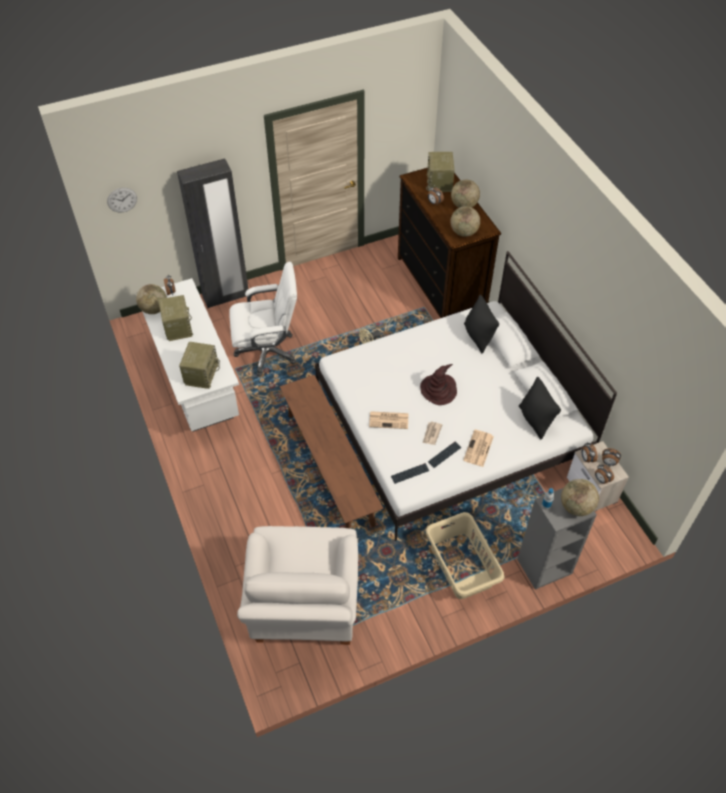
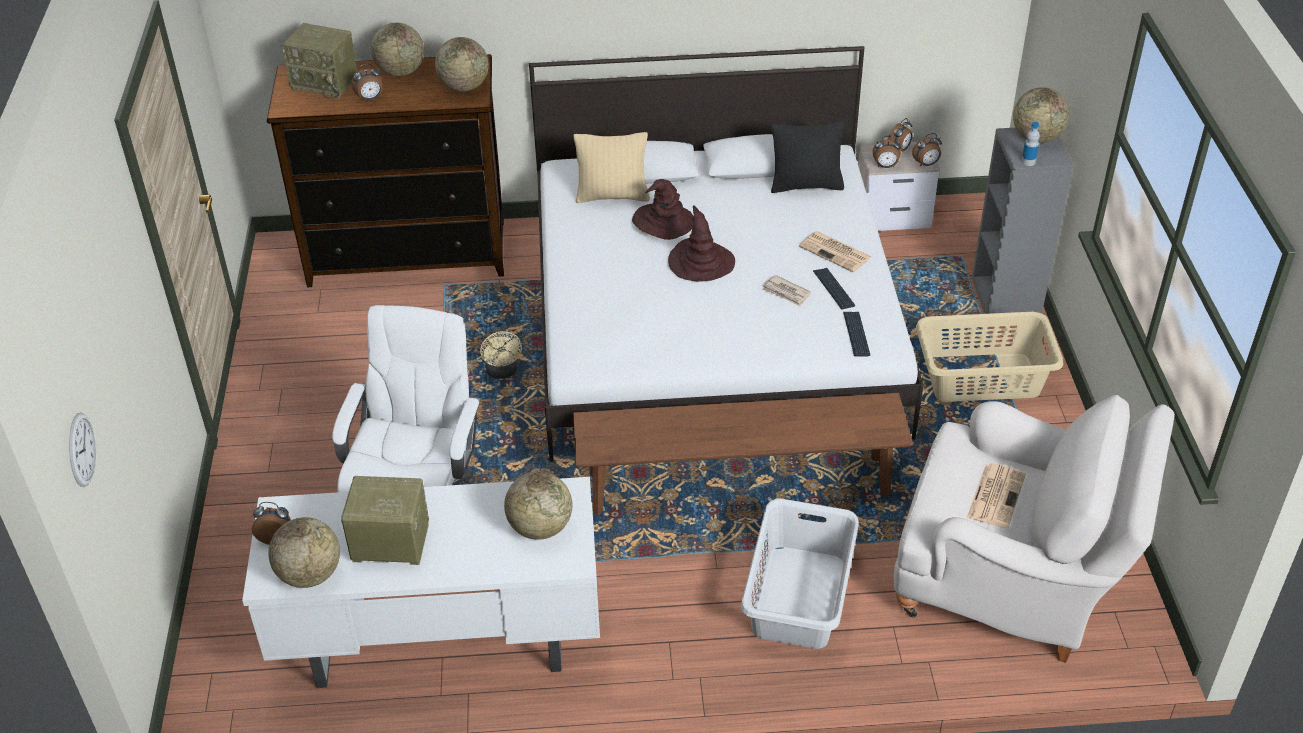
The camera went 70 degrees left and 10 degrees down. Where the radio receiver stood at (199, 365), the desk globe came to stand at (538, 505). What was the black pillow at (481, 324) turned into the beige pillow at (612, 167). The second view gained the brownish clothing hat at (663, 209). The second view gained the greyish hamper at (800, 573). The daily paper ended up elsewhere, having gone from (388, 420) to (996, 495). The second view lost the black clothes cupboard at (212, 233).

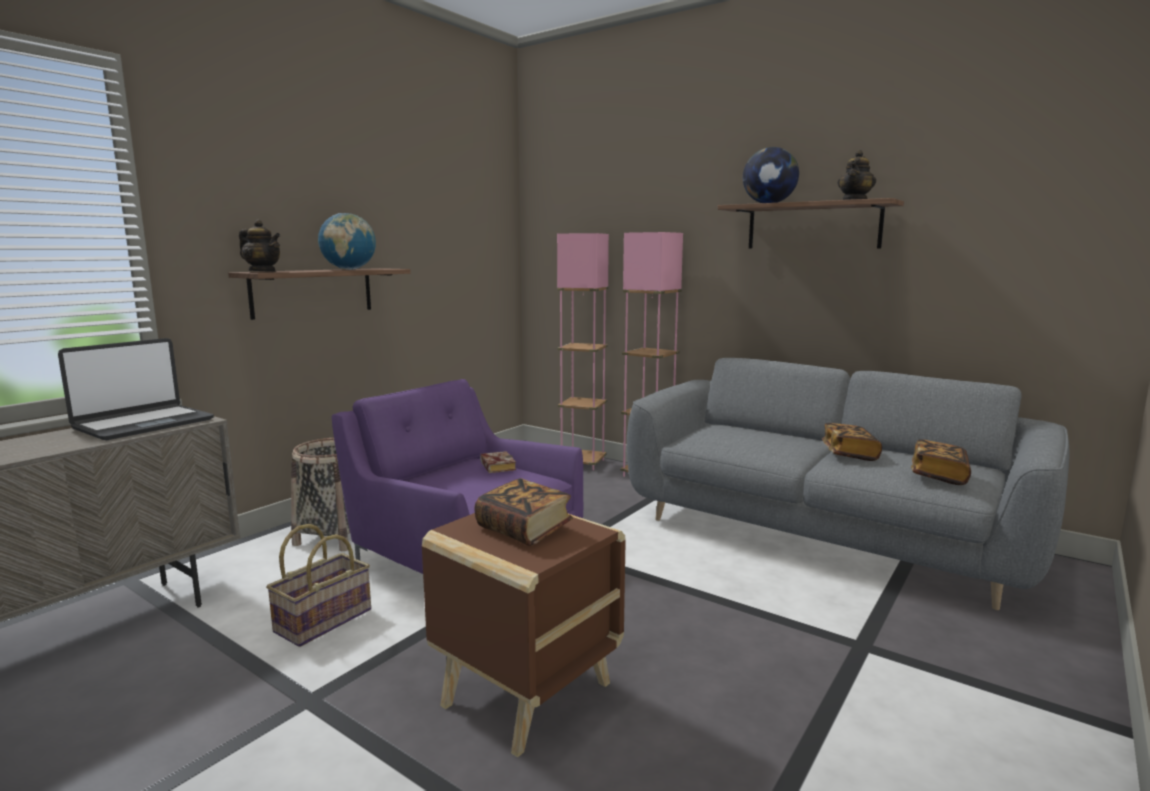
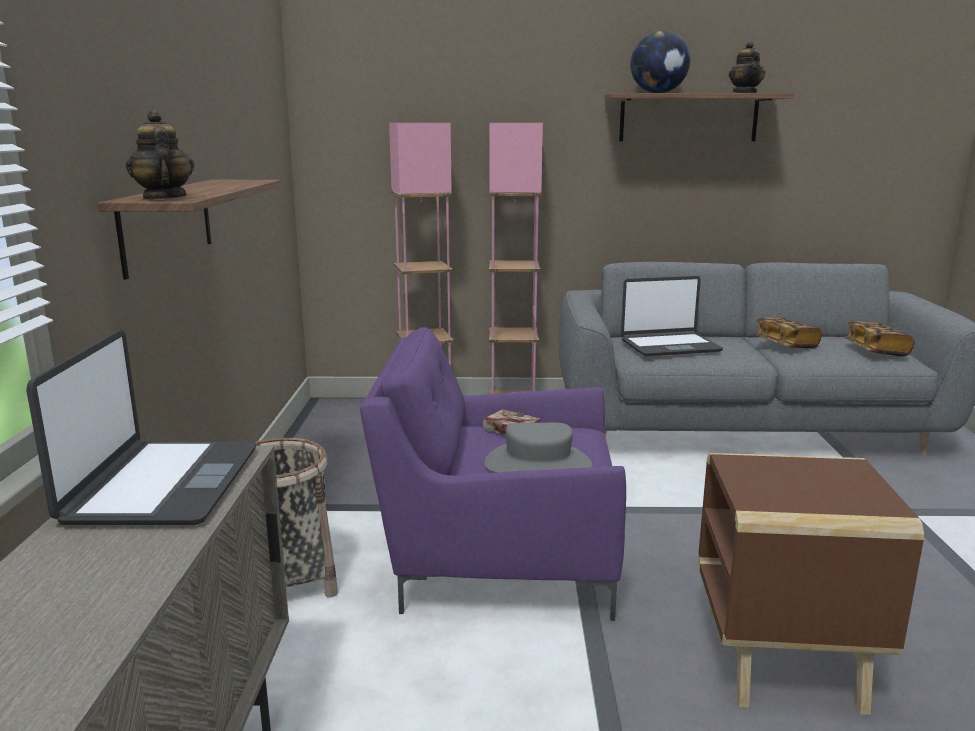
The camera went 35 degrees left and 5 degrees up. The pot for tea at (259, 246) ended up facing another way, 105 degrees counterclockwise from before. The second view gained the greyish clothing hat at (538, 448). The second view gained the laptop at (672, 316). The second view lost the storage basket at (318, 585). The second view lost the desk globe at (347, 241). The second view lost the bound book at (523, 512).

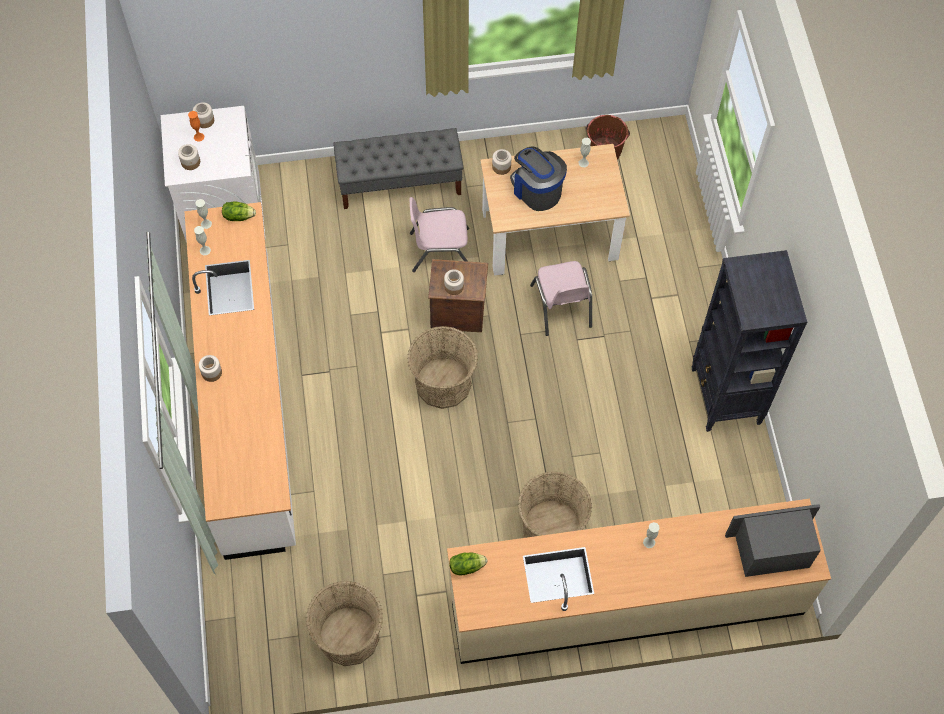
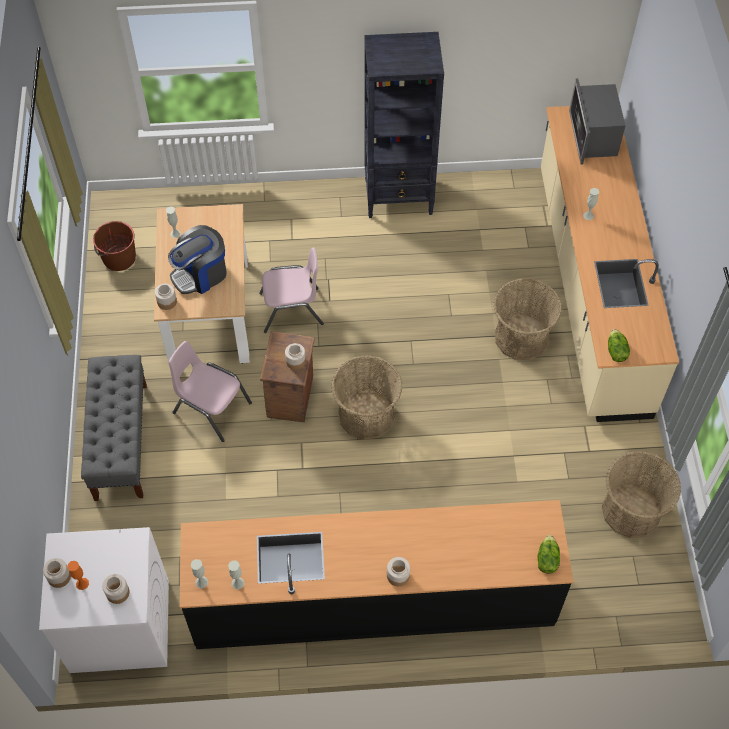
The camera went 85 degrees left and 5 degrees down. The pinkish plain chair at (439, 234) ended up facing another way, 120 degrees clockwise from before. What was the white-coloured kitchen base unit at (240, 381) turned into the black kitchen base unit at (376, 574). The lettuce head ended up elsewhere, having gone from (239, 211) to (549, 554).

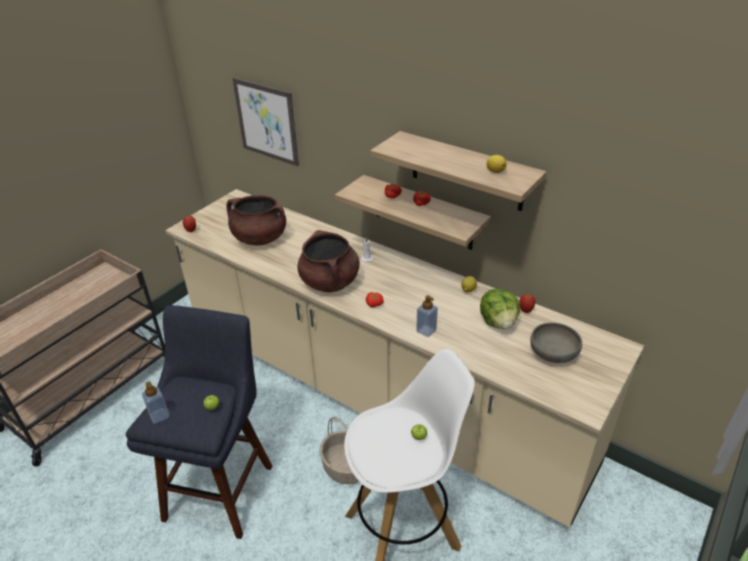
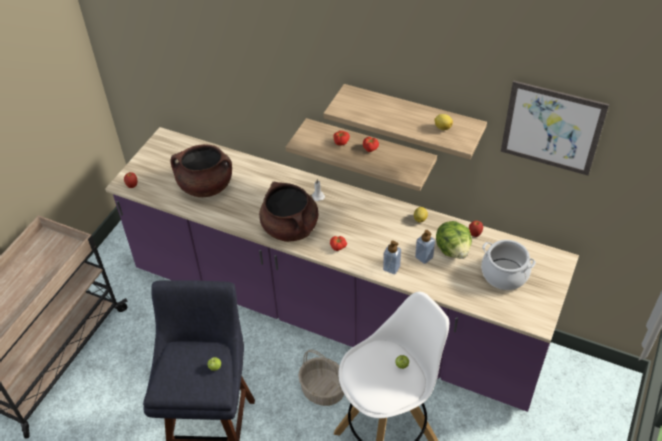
The camera went 10 degrees left and 10 degrees up. What was the beige kitchen base unit at (404, 358) turned into the purple-coloured kitchen base unit at (342, 269). The liquid soap bottle ended up elsewhere, having gone from (155, 403) to (425, 247). Where the greyish bowl stood at (556, 342), the stockpot came to stand at (508, 265). The wall picture ended up elsewhere, having gone from (265, 122) to (555, 128).

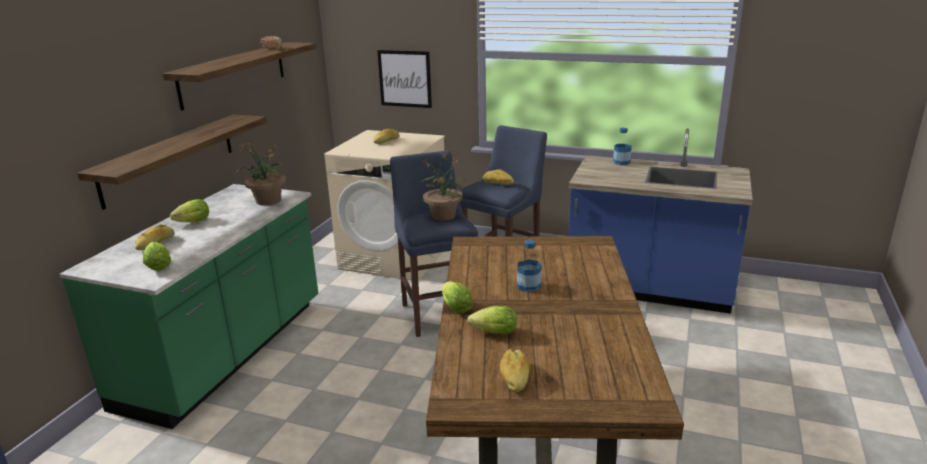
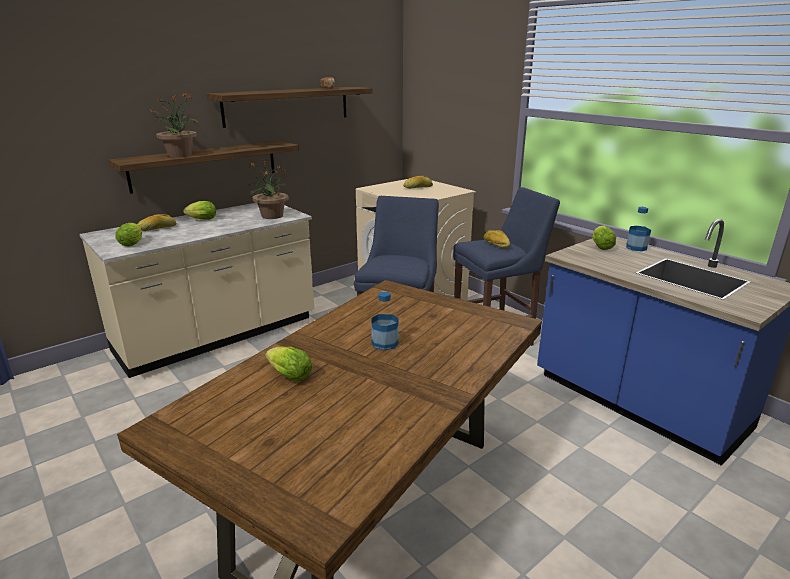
The camera went 30 degrees right and 0 degrees up. What was the greenish kitchen base unit at (189, 306) turned into the beige kitchen base unit at (196, 290). The houseplant ended up elsewhere, having gone from (442, 186) to (174, 125). The lettuce head ended up elsewhere, having gone from (457, 297) to (604, 238). The second view lost the wall picture at (404, 79). The second view lost the bread at (514, 370).

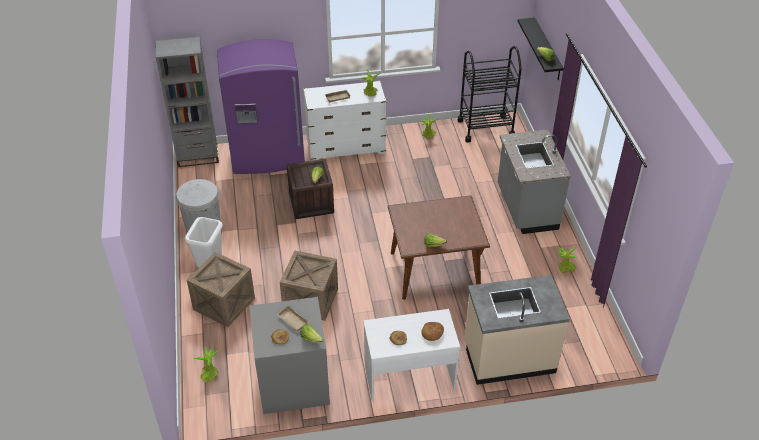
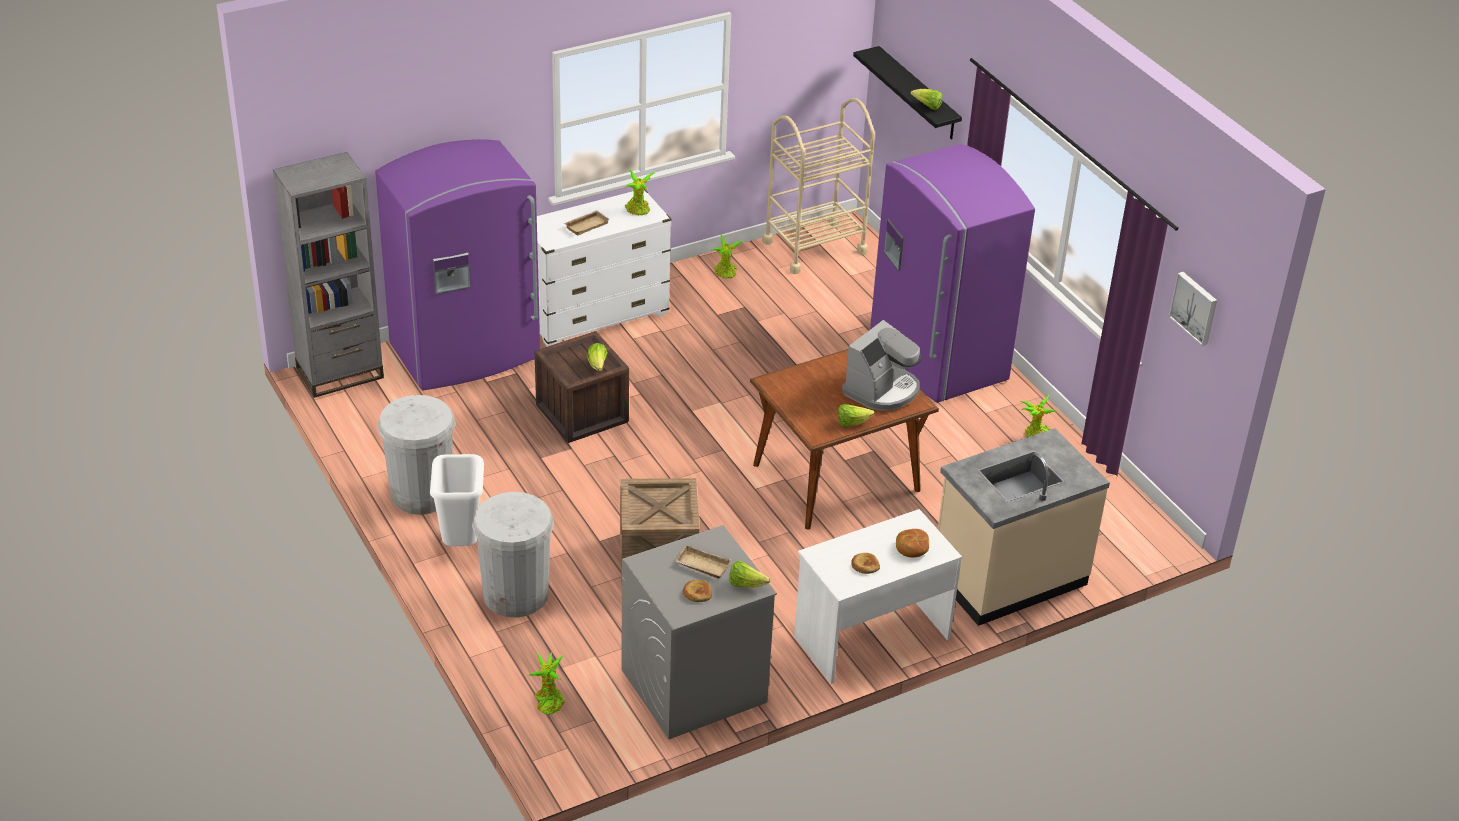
The camera went 20 degrees left and 5 degrees down. Where the packing crate stood at (221, 289), the white-coloured rubbish bin came to stand at (513, 555). What was the black cart at (490, 94) turned into the beige cart at (818, 186). The second view gained the coffee machine at (881, 365). Where the greyish kitchen base unit stood at (534, 181), the purple-coloured refrigerator came to stand at (952, 273). The second view gained the wall picture at (1193, 309).

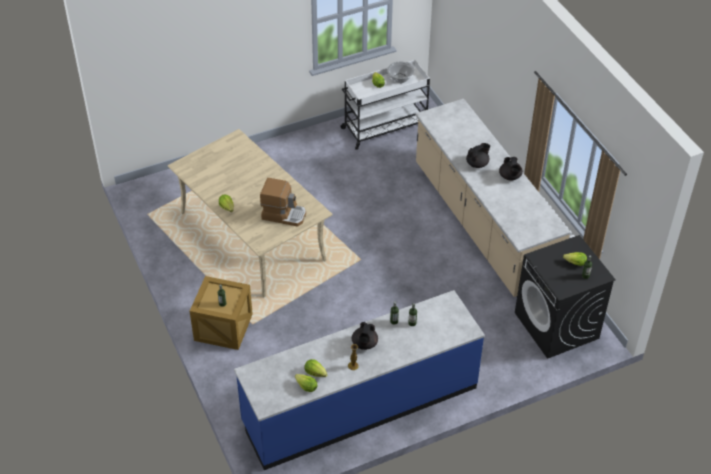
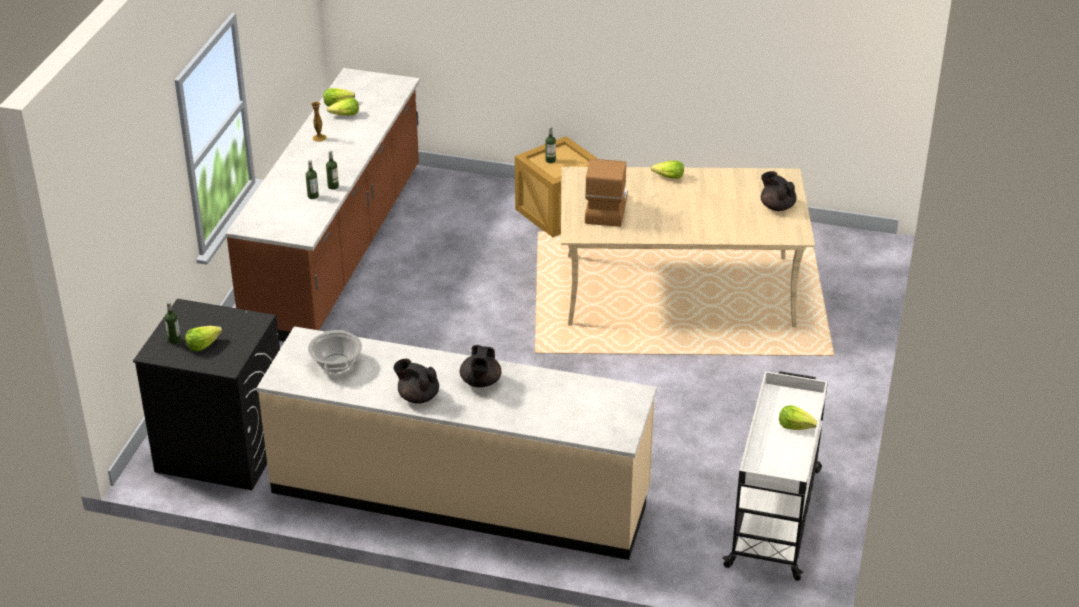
The camera went 130 degrees right and 10 degrees down. What was the blue kitchen base unit at (359, 380) turned into the brownish kitchen base unit at (323, 205). The stockpot ended up elsewhere, having gone from (401, 72) to (335, 351). The coffee machine at (283, 202) ended up facing another way, 135 degrees clockwise from before. The black pot for tea ended up elsewhere, having gone from (365, 336) to (779, 191).

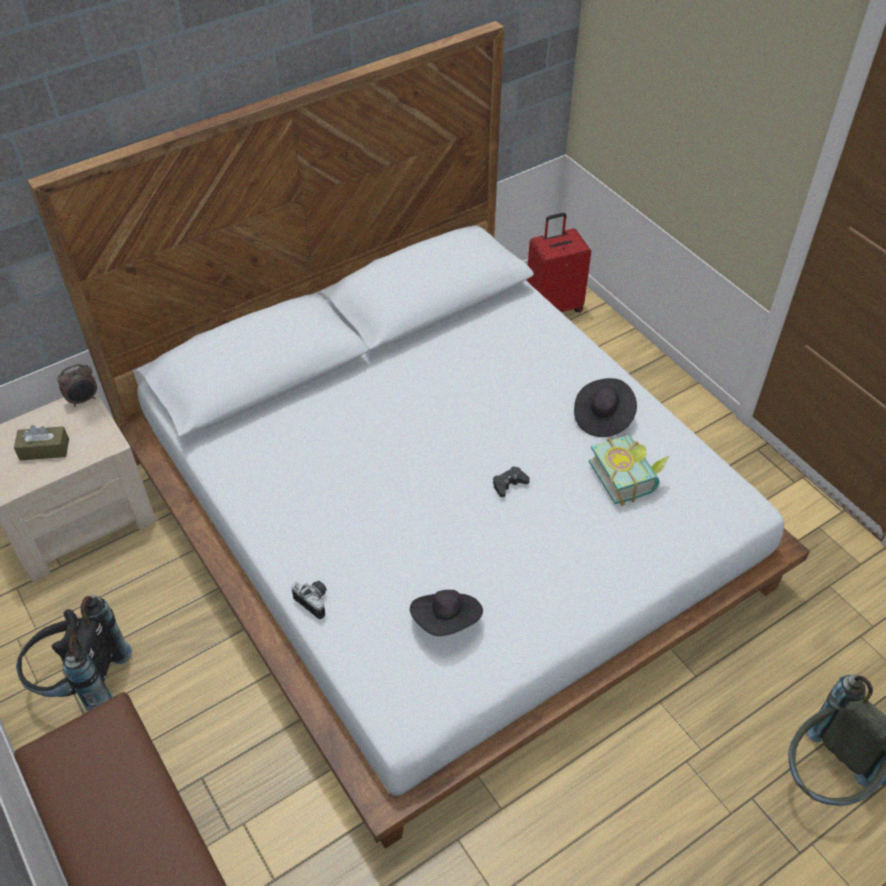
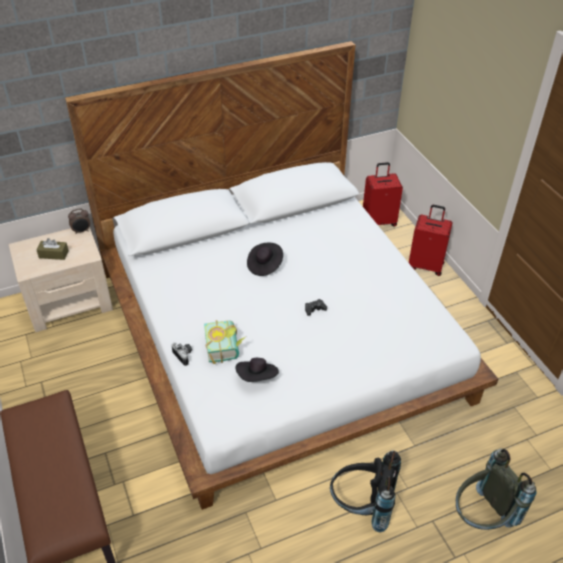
The camera went 10 degrees right and 5 degrees down. The bound book ended up elsewhere, having gone from (629, 470) to (225, 342). The black clothing hat ended up elsewhere, having gone from (605, 407) to (265, 259). The black knapsack ended up elsewhere, having gone from (74, 653) to (365, 491). The second view gained the red suitcase at (431, 240).

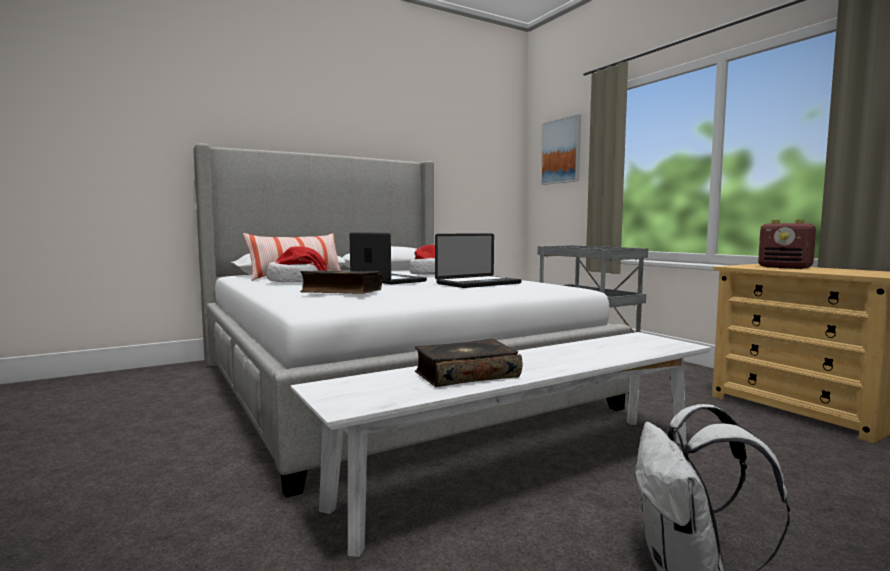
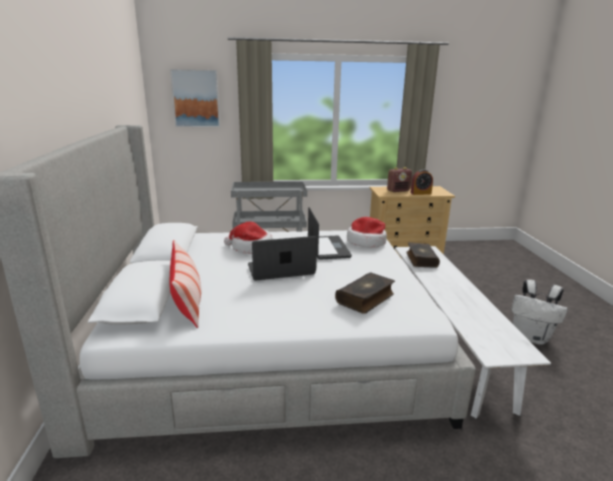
The camera went 65 degrees left and 15 degrees up. The clothing hat ended up elsewhere, having gone from (298, 264) to (367, 232). The bound book ended up elsewhere, having gone from (468, 363) to (423, 255). The second view gained the table clock at (422, 182).

